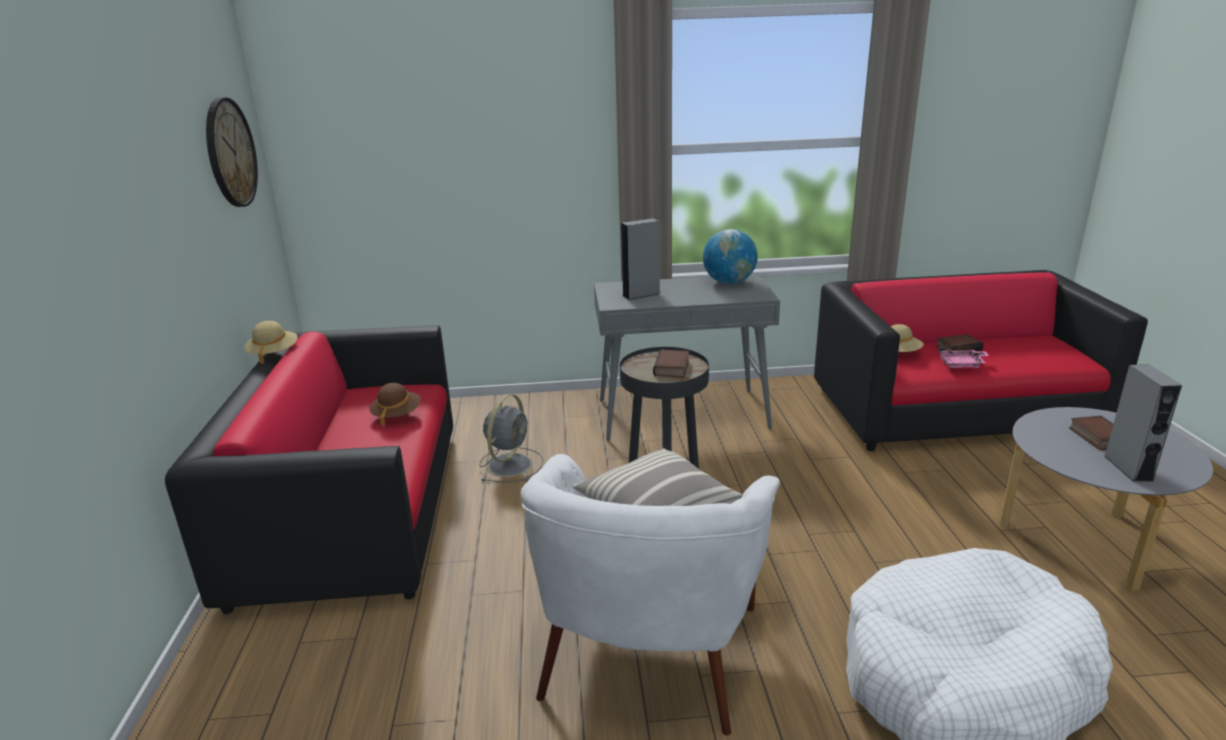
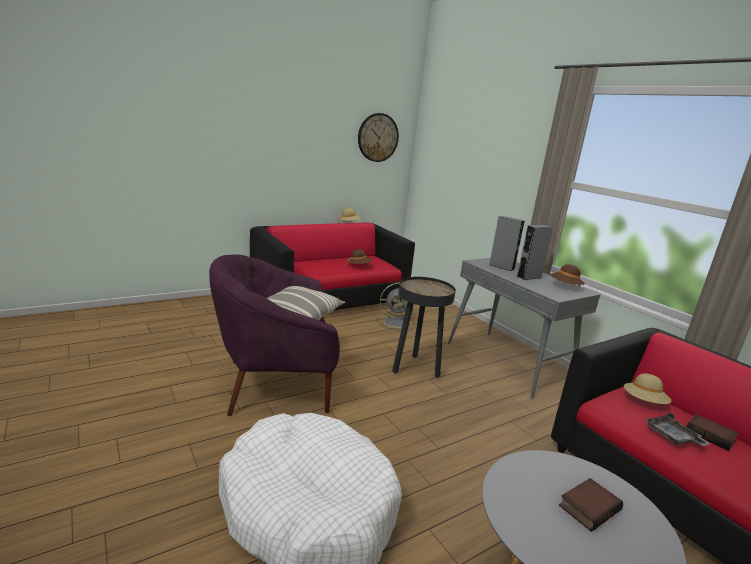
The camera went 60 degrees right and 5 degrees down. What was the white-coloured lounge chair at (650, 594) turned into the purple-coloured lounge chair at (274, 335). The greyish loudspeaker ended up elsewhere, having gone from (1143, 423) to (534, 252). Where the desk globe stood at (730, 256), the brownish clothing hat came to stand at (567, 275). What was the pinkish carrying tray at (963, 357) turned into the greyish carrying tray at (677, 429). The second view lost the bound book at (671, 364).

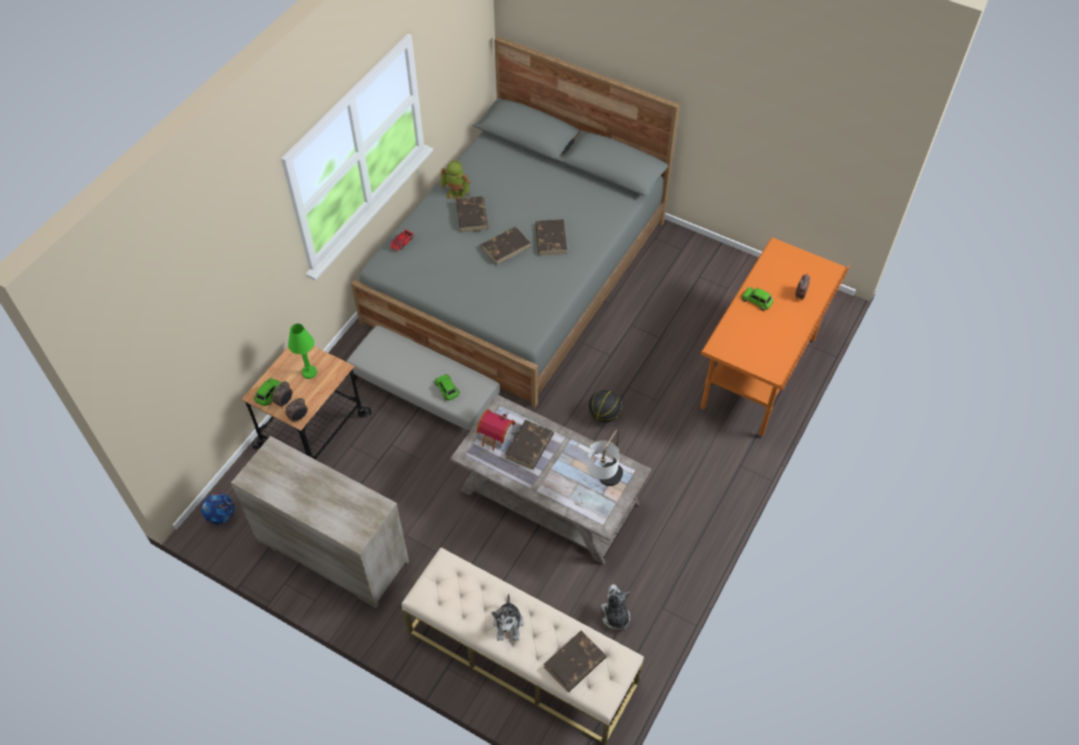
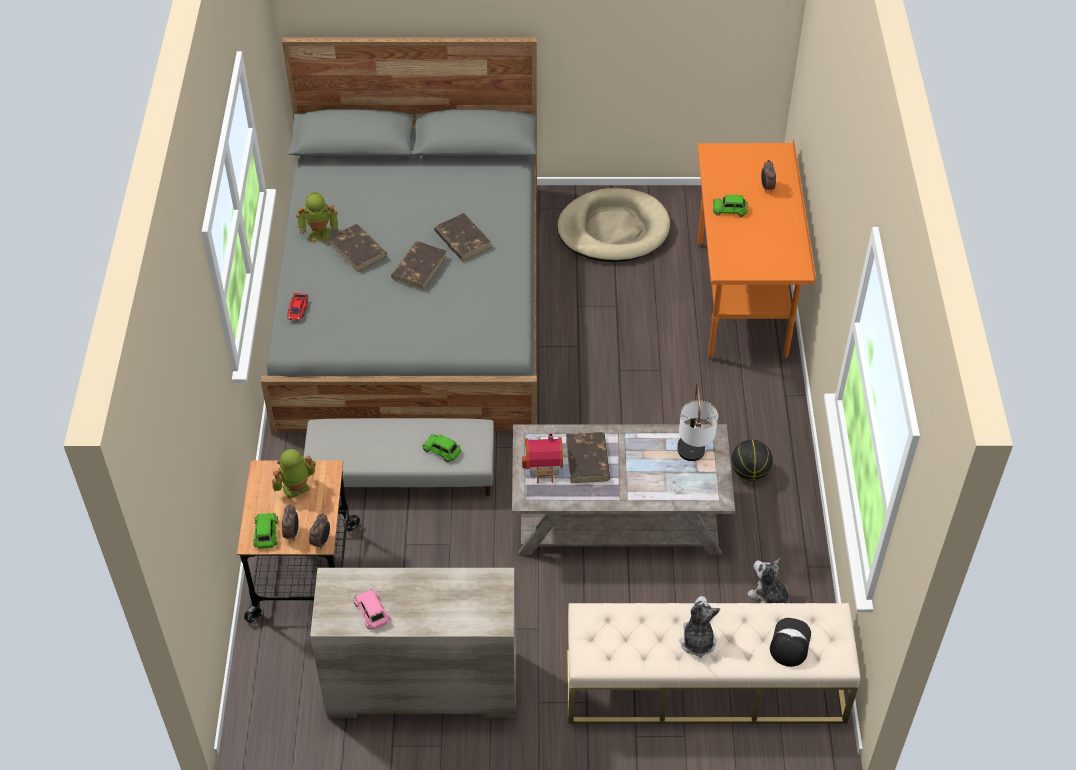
The camera went 30 degrees left and 5 degrees down. Where the greenish lamp for a table stood at (302, 351), the robot figure came to stand at (294, 474). The second view gained the pinkish miniature car at (371, 609). The second view gained the beige pet bed at (613, 225). The plush toy at (507, 617) ended up facing another way, 150 degrees counterclockwise from before. The basketball ball ended up elsewhere, having gone from (604, 406) to (752, 460). Where the brownish bound book stood at (575, 661), the peaked cap came to stand at (790, 642). The second view lost the football ball at (217, 508).

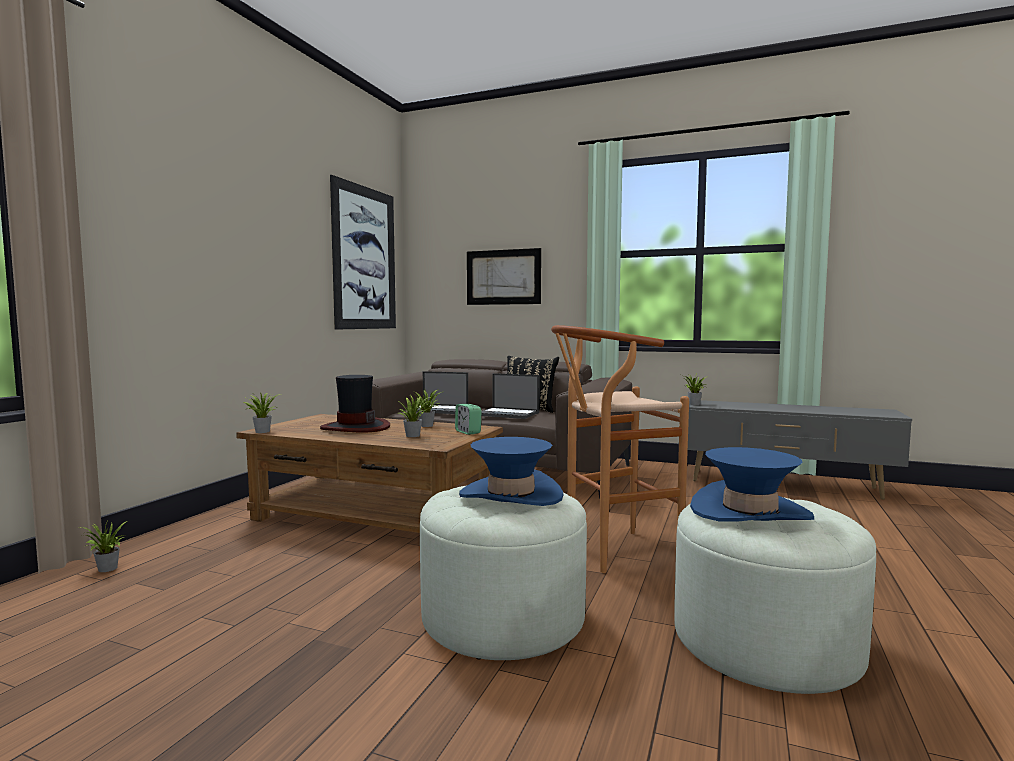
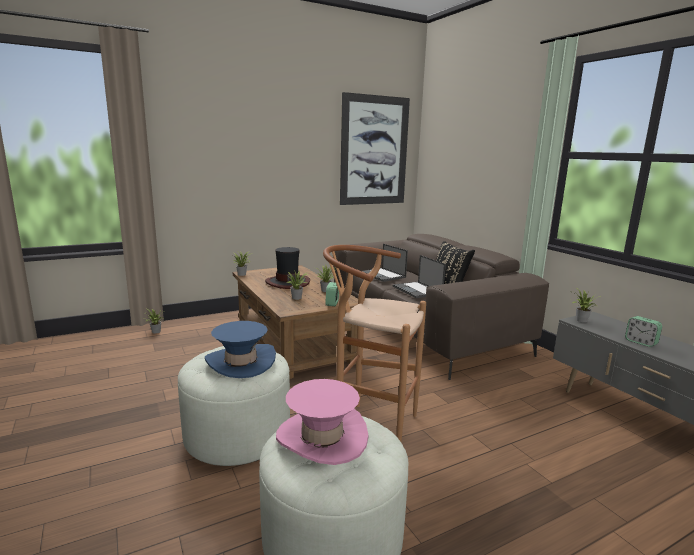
The camera went 40 degrees right and 10 degrees up. What was the blue clothing hat at (752, 484) turned into the pinkish clothing hat at (322, 422). The second view gained the table clock at (643, 331). The second view lost the wall picture at (504, 276).

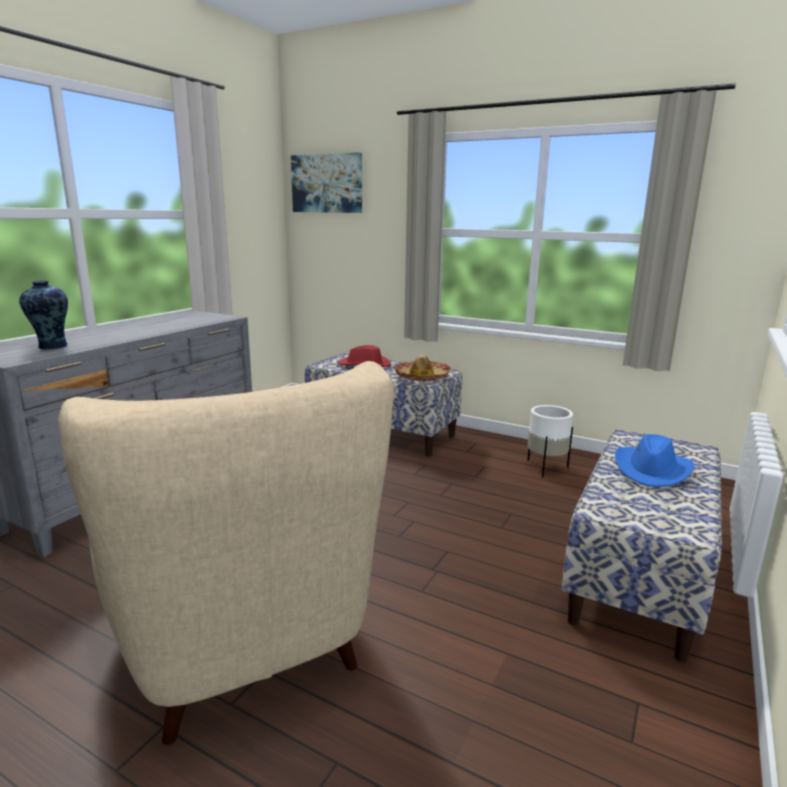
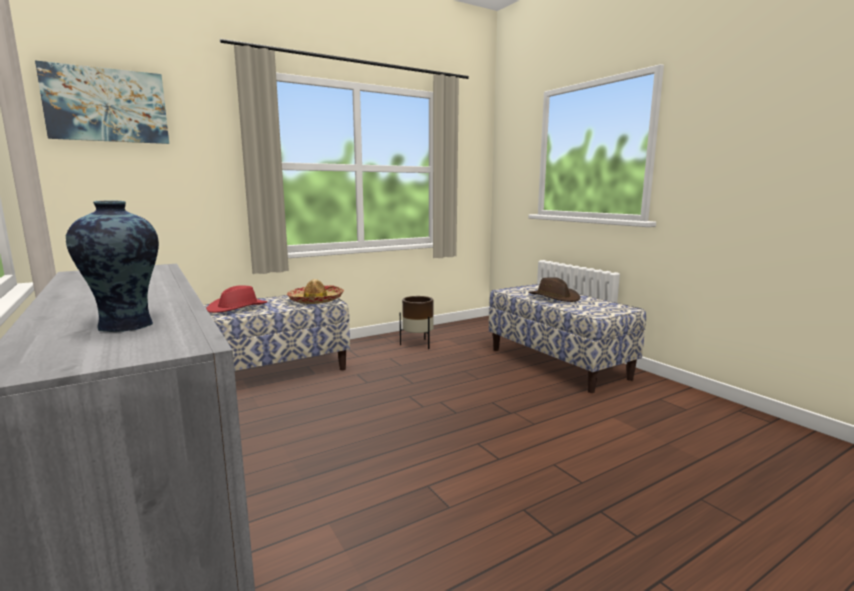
The camera went 60 degrees left and 5 degrees down. What was the white-coloured planter at (550, 441) turned into the brownish planter at (417, 322). What was the blue clothing hat at (655, 460) turned into the brownish clothing hat at (554, 289). The second view lost the beige lounge chair at (226, 553).

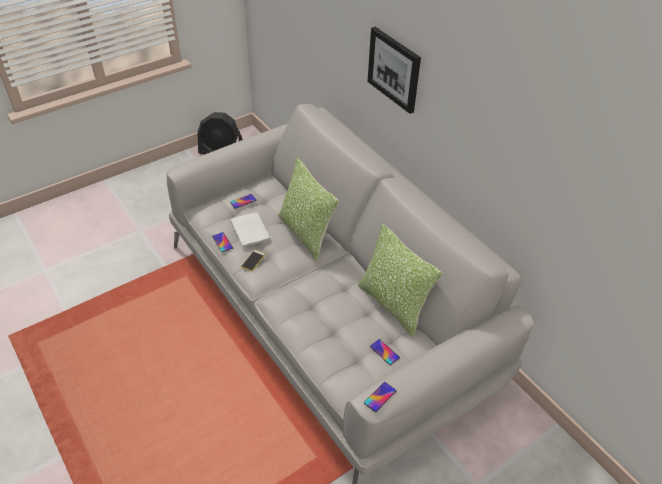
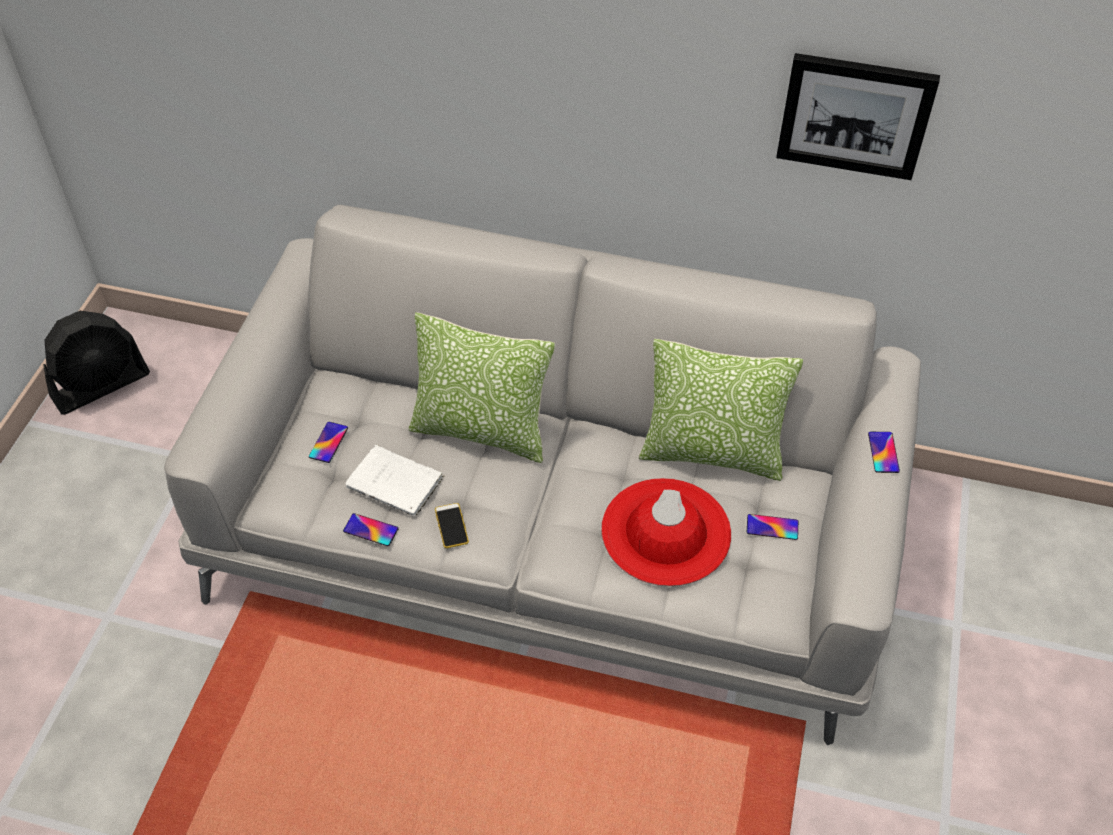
The camera went 40 degrees left and 5 degrees up. The second view gained the red clothing hat at (666, 532). The wall picture ended up elsewhere, having gone from (394, 70) to (858, 116). The phone ended up elsewhere, having gone from (380, 397) to (884, 452).

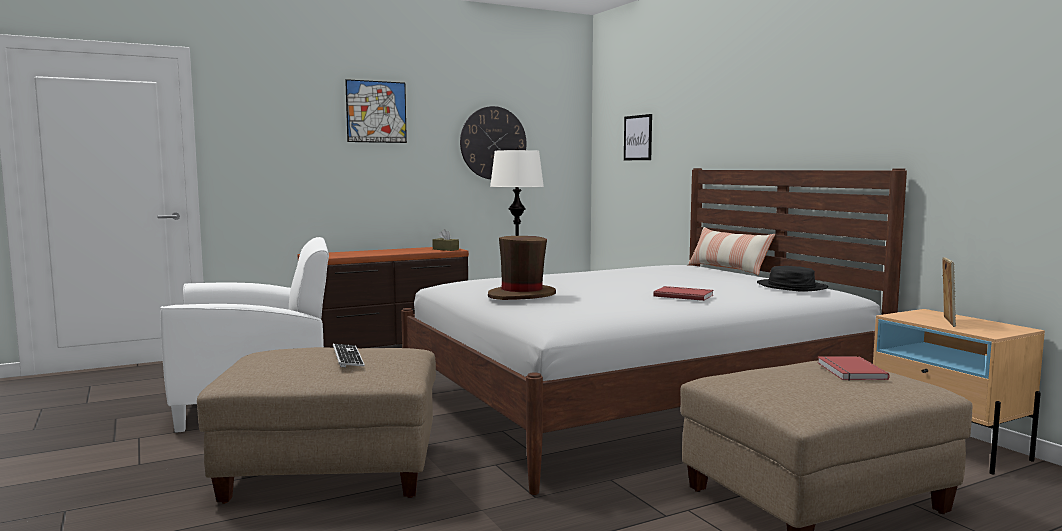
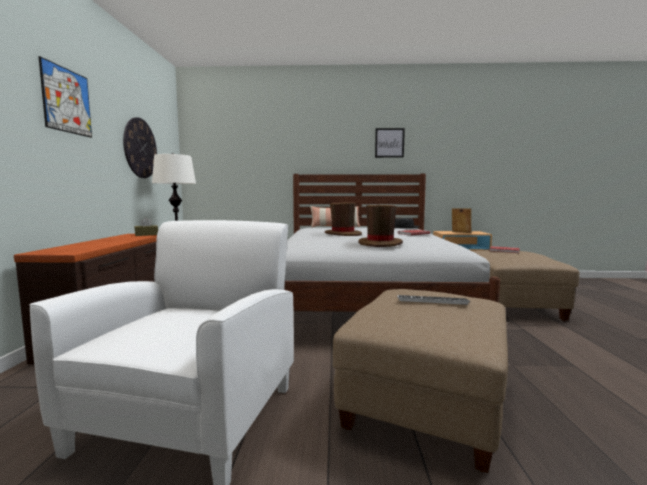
The camera went 60 degrees left and 0 degrees up. The second view gained the brownish clothing hat at (343, 219). The wall picture ended up elsewhere, having gone from (638, 137) to (390, 143).

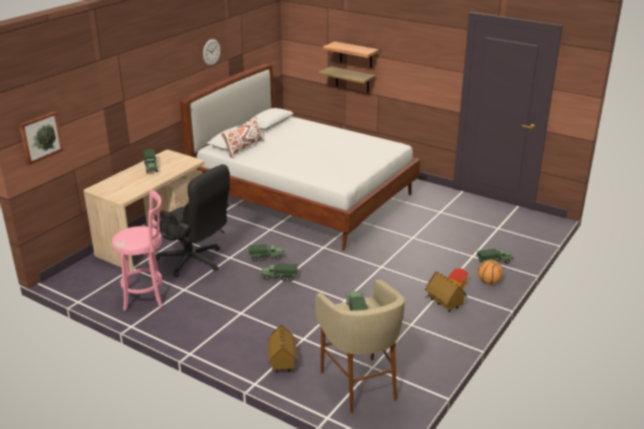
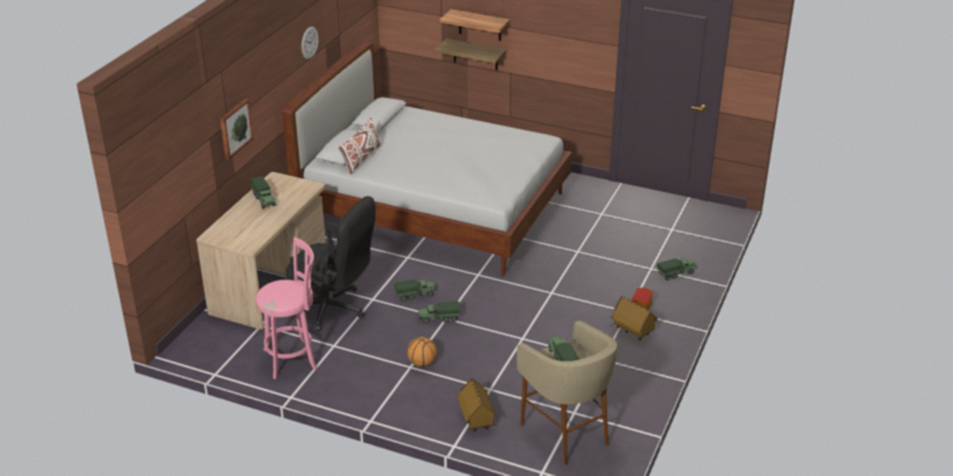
The camera went 10 degrees left and 5 degrees up. The wall picture ended up elsewhere, having gone from (41, 138) to (237, 129). The basketball ball ended up elsewhere, having gone from (490, 272) to (422, 352).

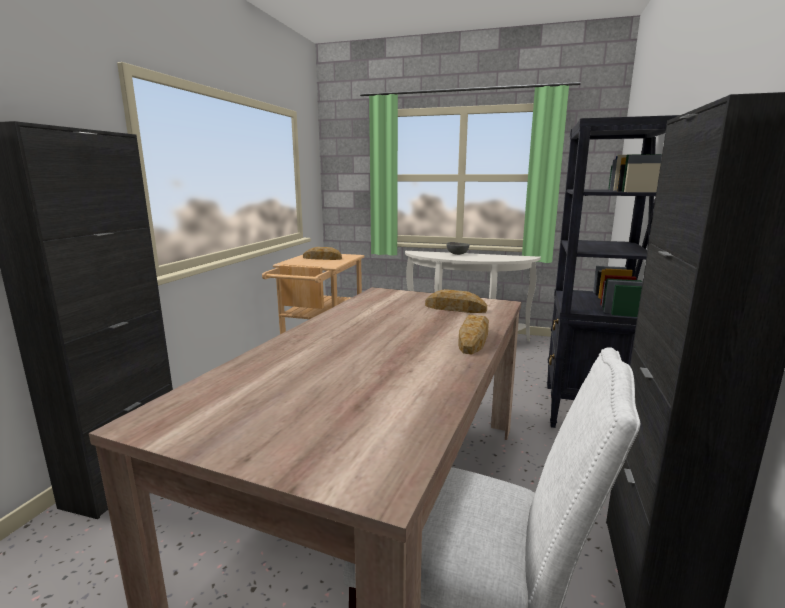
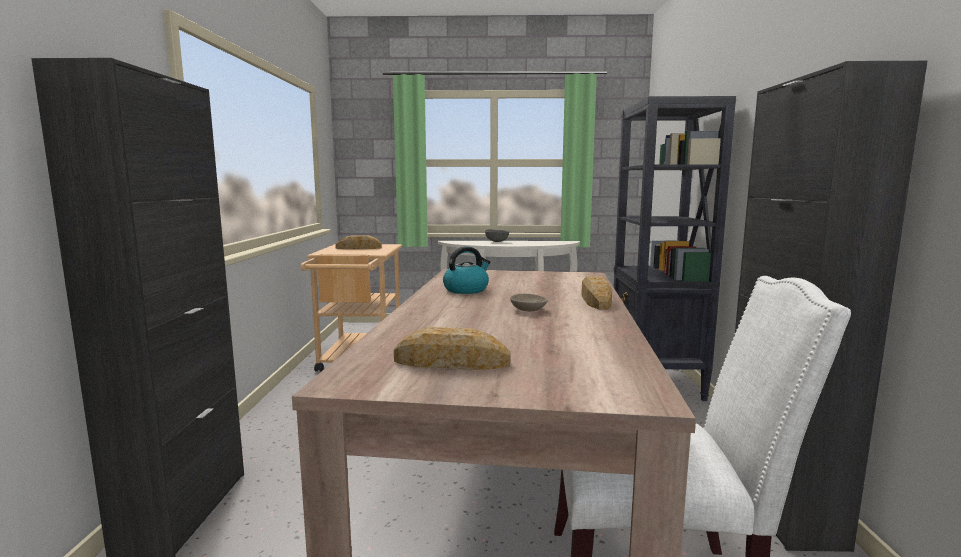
The camera went 15 degrees left and 5 degrees down. The bread ended up elsewhere, having gone from (456, 301) to (452, 348). The second view gained the kettle at (466, 270). The second view gained the beige bowl at (529, 302).

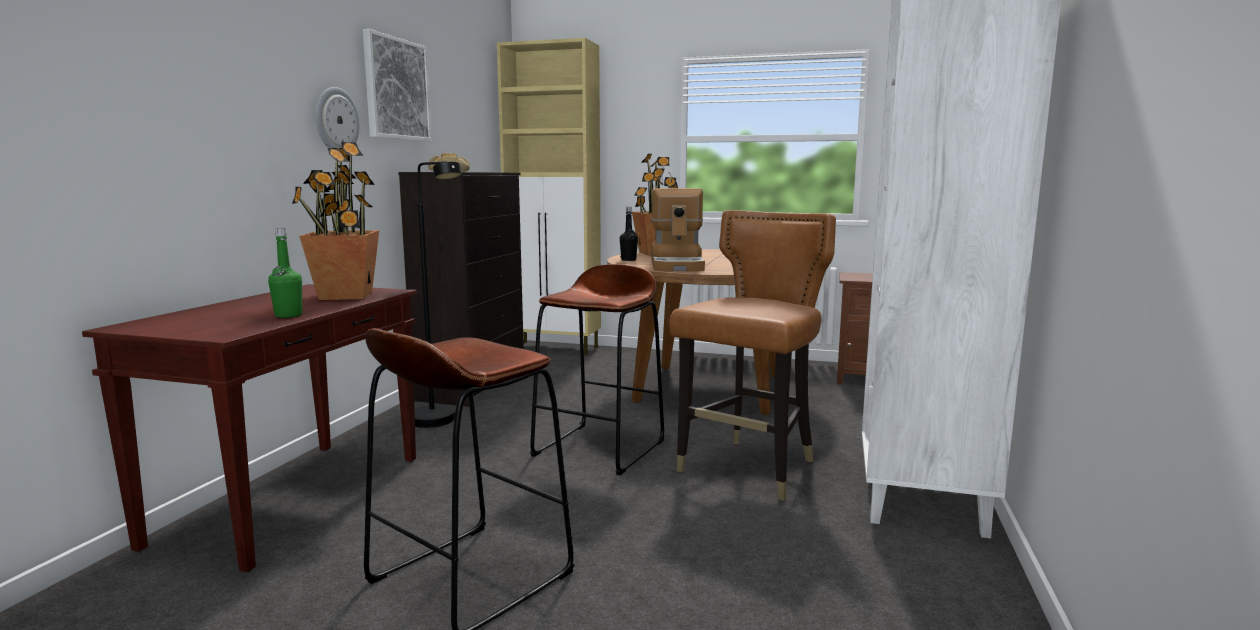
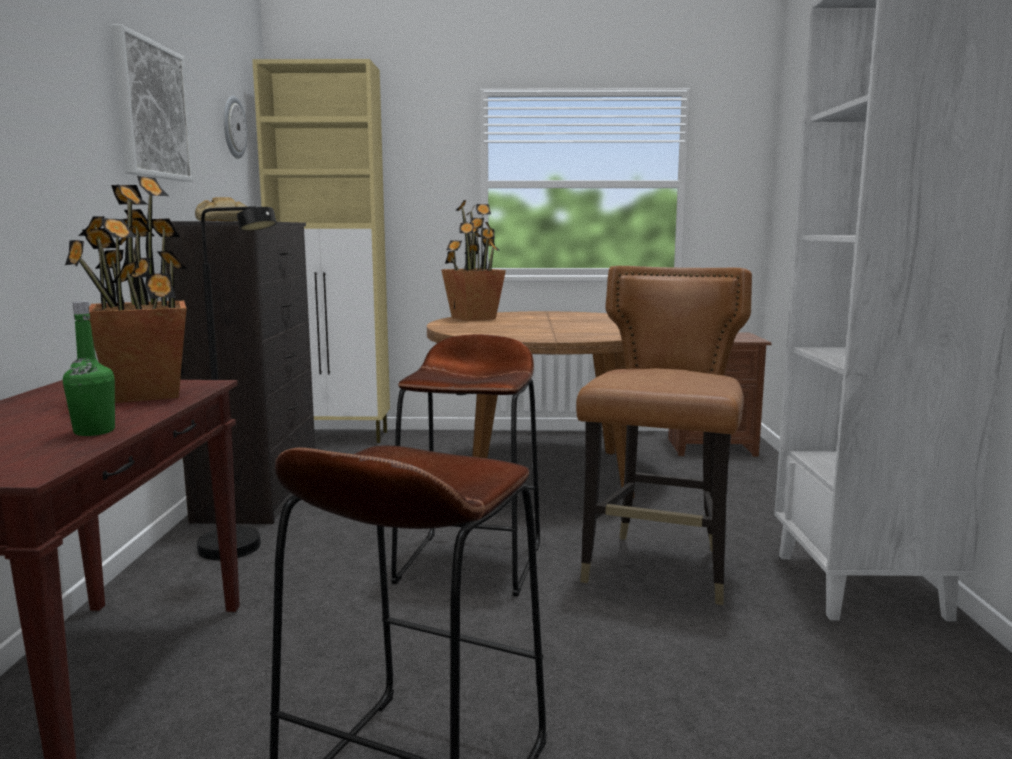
The camera went 15 degrees left and 0 degrees up. The hanging clock ended up elsewhere, having gone from (338, 117) to (235, 127). The second view lost the black beverage bottle at (629, 234). The second view lost the coffee machine at (678, 230).

